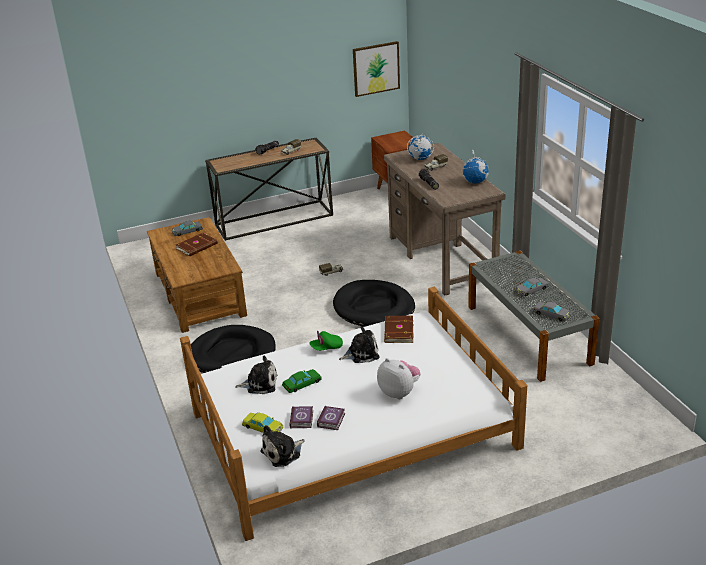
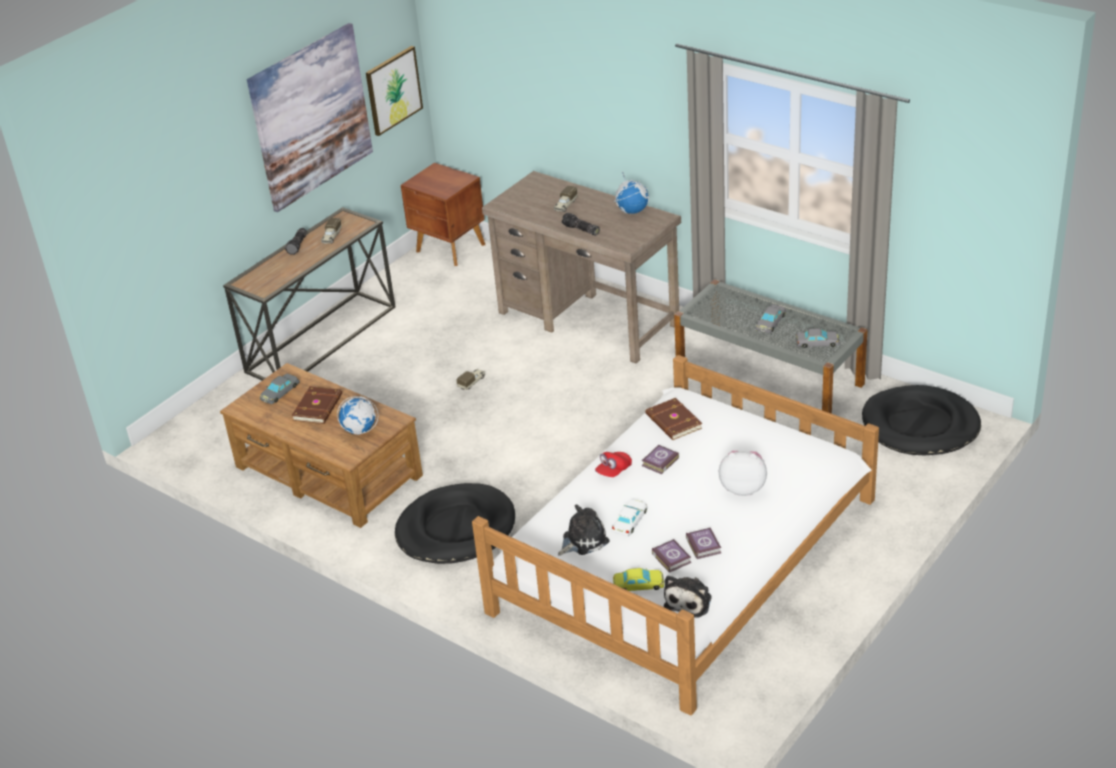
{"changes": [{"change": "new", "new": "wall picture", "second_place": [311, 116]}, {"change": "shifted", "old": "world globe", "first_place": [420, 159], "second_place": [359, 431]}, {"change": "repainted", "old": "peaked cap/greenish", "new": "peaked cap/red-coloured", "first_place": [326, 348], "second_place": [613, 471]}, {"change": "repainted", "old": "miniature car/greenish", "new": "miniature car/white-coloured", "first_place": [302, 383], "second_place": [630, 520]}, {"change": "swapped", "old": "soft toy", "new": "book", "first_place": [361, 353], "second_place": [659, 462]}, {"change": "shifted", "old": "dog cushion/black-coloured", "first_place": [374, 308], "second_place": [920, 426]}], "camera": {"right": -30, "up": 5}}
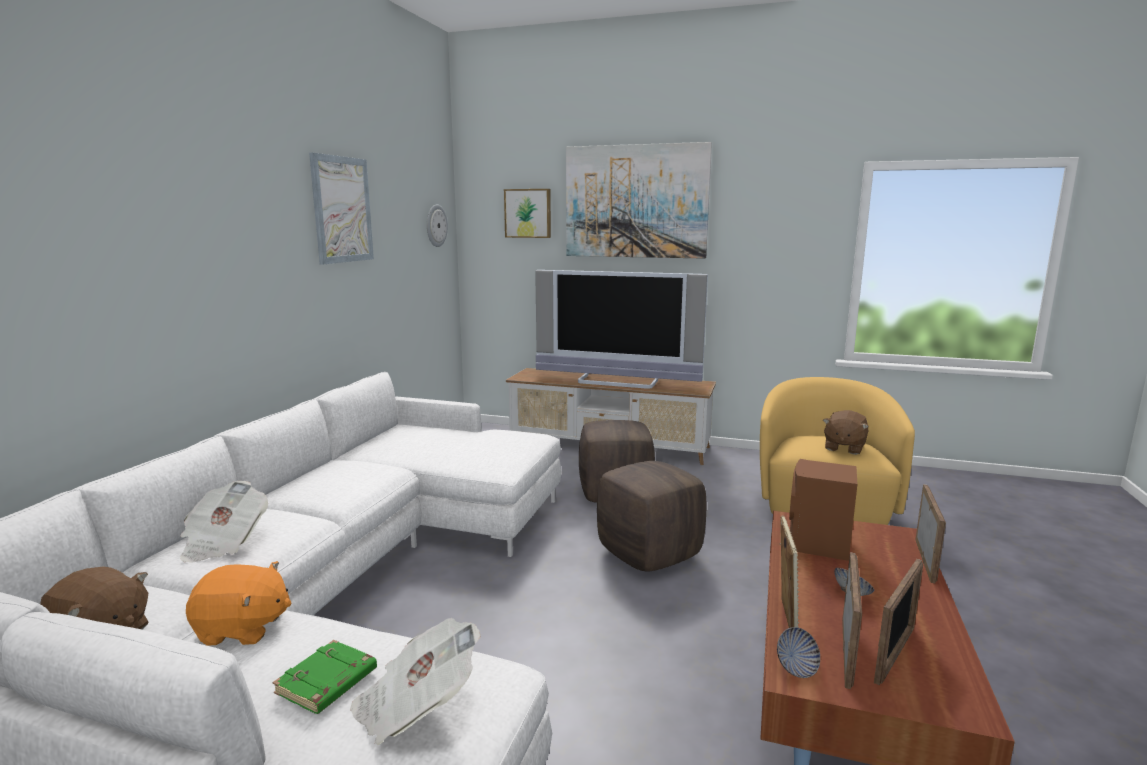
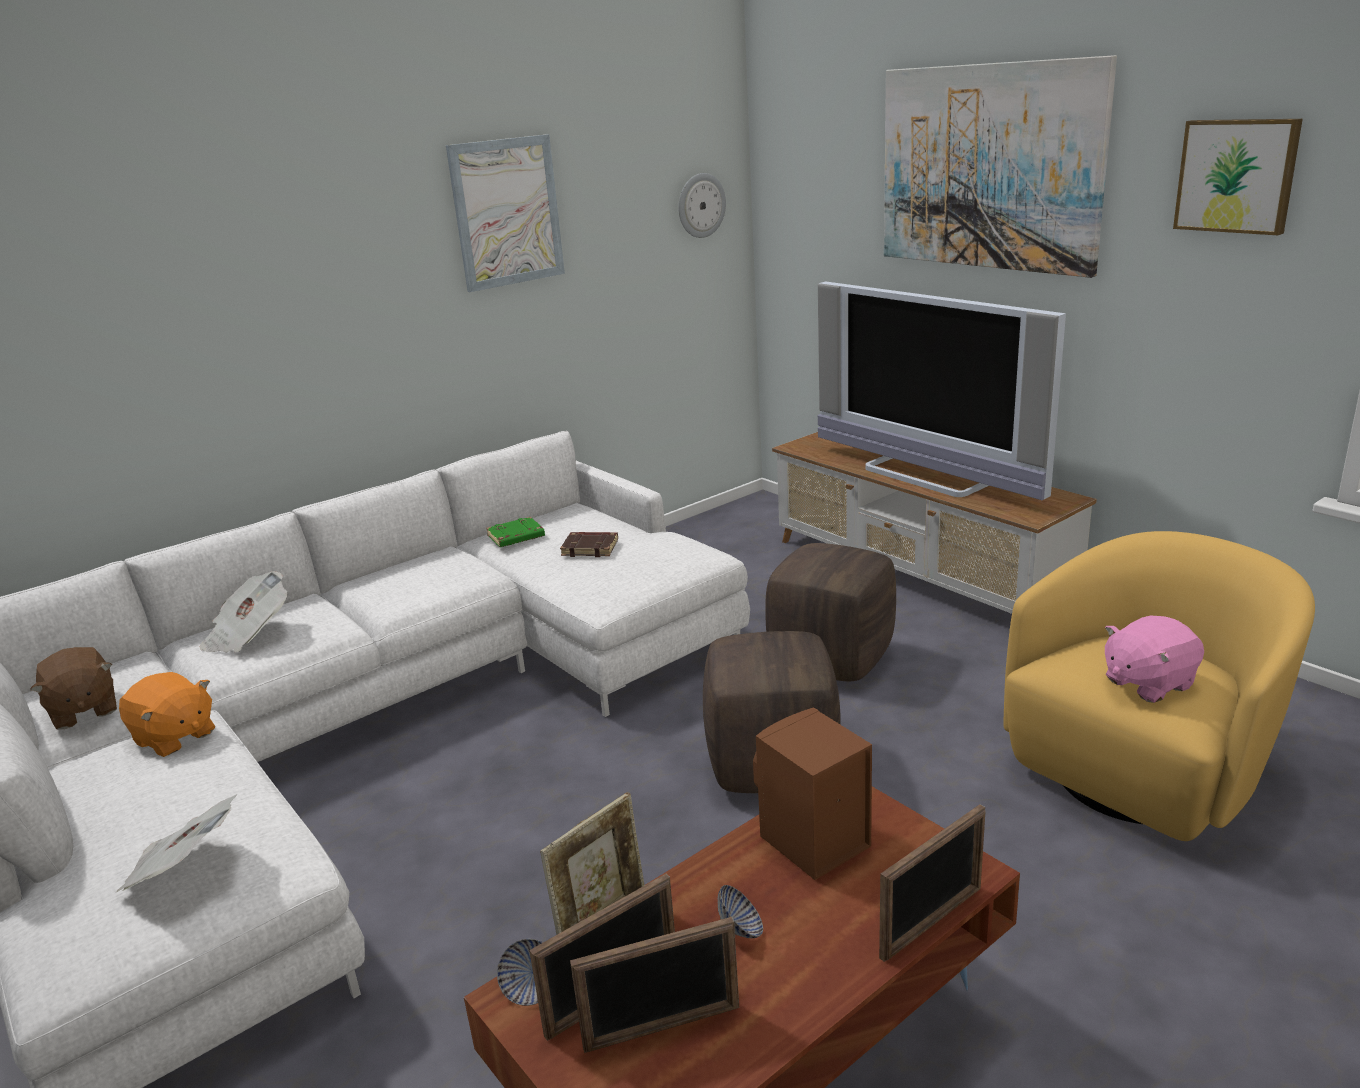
{"changes": [{"change": "shifted", "old": "book/greenish", "first_place": [327, 683], "second_place": [516, 537]}, {"change": "new", "new": "book/brownish", "second_place": [591, 548]}, {"change": "repainted", "old": "soft toy/brownish", "new": "soft toy/pinkish", "first_place": [843, 447], "second_place": [1147, 683]}, {"change": "shifted", "old": "wall picture", "first_place": [528, 213], "second_place": [1237, 175]}], "camera": {"right": 35, "up": 10}}
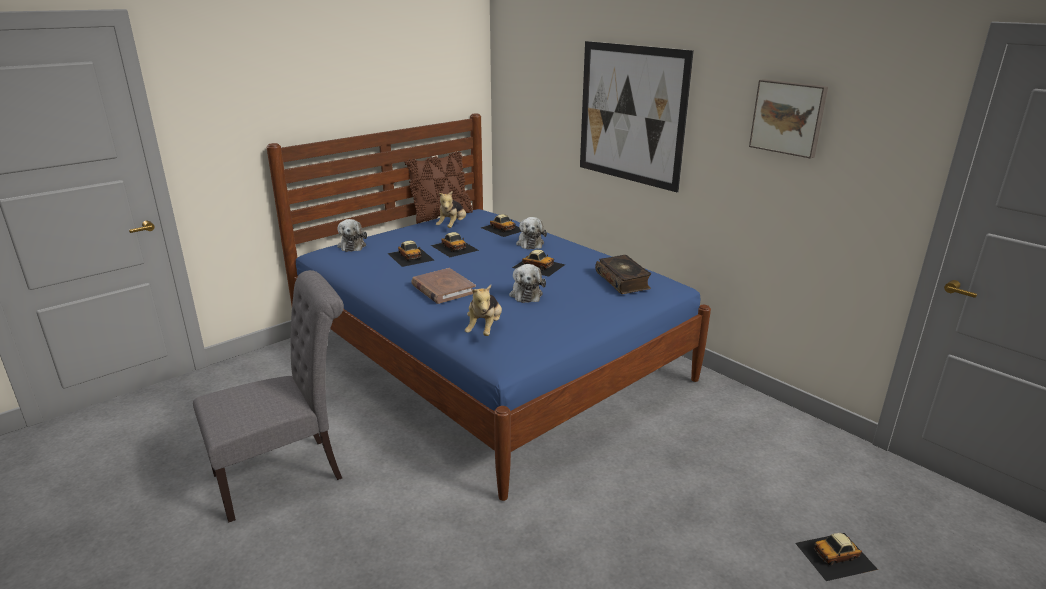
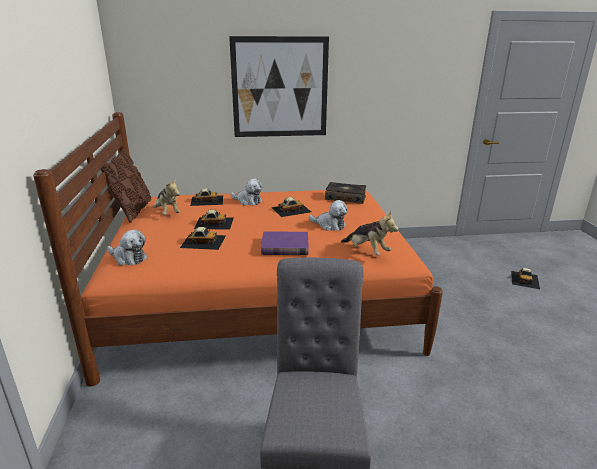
{"changes": [{"change": "repainted", "old": "bed/bluish", "new": "bed/orange", "first_place": [488, 358], "second_place": [260, 300]}, {"change": "repainted", "old": "book/brownish", "new": "book/purple-coloured", "first_place": [443, 289], "second_place": [285, 246]}, {"change": "gone", "old": "wall picture", "first_place": [788, 117]}], "camera": {"right": -55, "up": 0}}
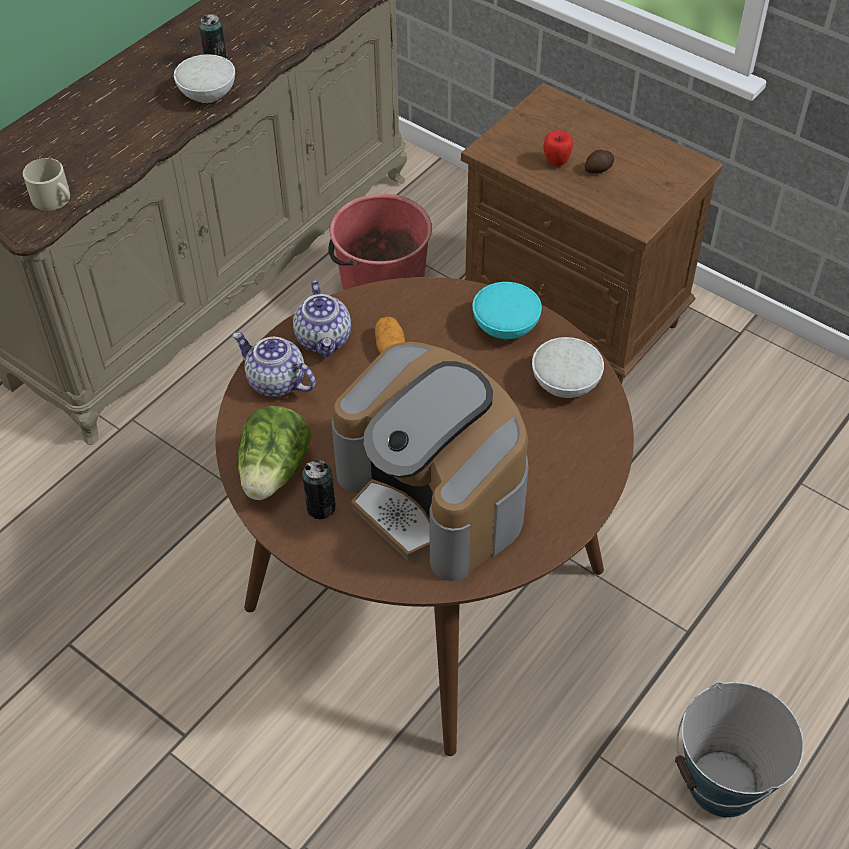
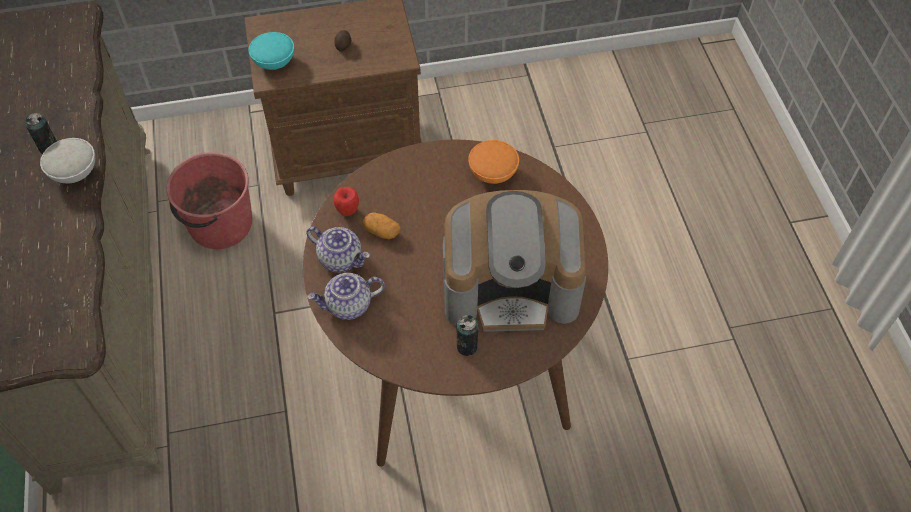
{"changes": [{"change": "shifted", "old": "deep dish/turquoise", "first_place": [505, 326], "second_place": [273, 61]}, {"change": "shifted", "old": "apple", "first_place": [556, 163], "second_place": [348, 212]}, {"change": "repainted", "old": "deep dish/white-coloured", "new": "deep dish/orange", "first_place": [564, 383], "second_place": [492, 173]}, {"change": "gone", "old": "mug/beige", "first_place": [54, 199]}, {"change": "gone", "old": "lettuce head", "first_place": [274, 472]}, {"change": "gone", "old": "water bucket", "first_place": [723, 784]}], "camera": {"right": -50, "up": 5}}
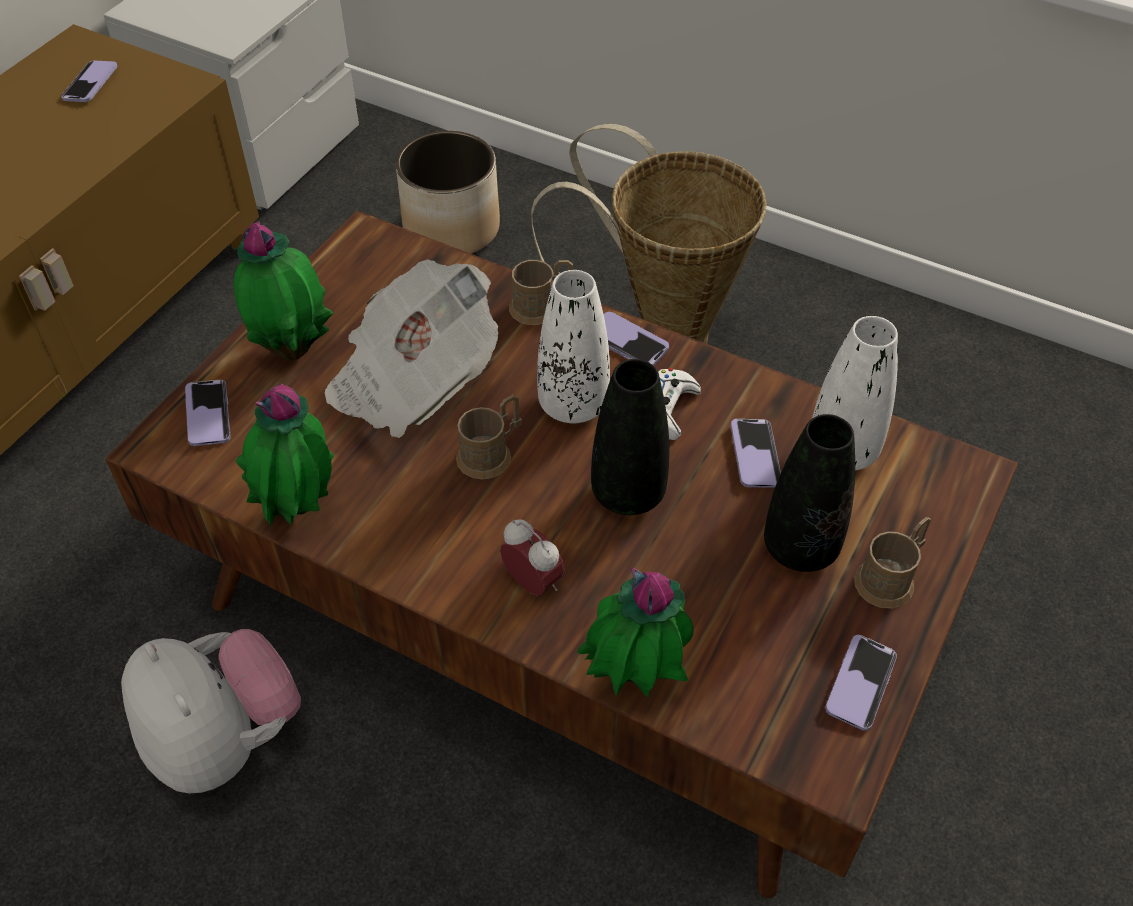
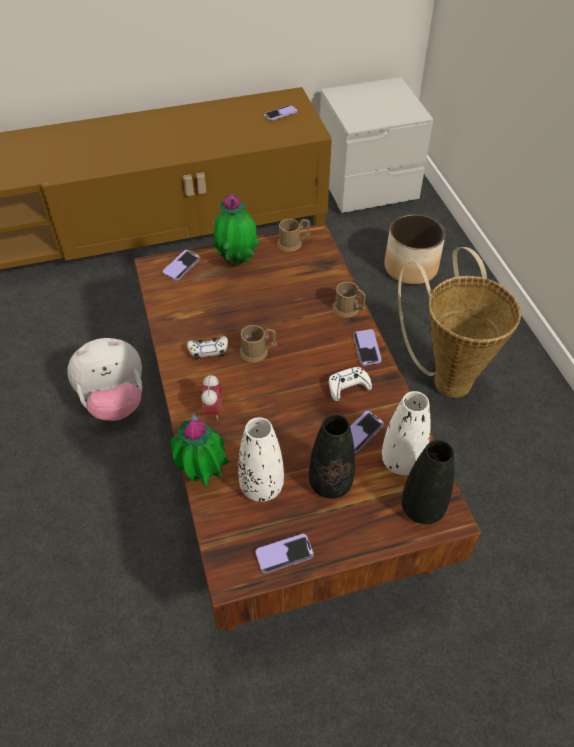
{"changes": [{"change": "rotated", "old": "soft toy", "first_place": [225, 740], "second_place": [115, 401], "degrees": 60}, {"change": "new", "new": "gamepad/white-coloured", "second_place": [208, 350]}, {"change": "shifted", "old": "flower vase/white-coloured", "first_place": [573, 405], "second_place": [261, 486]}, {"change": "shifted", "old": "mug/brownish", "first_place": [890, 578], "second_place": [293, 243]}, {"change": "shifted", "old": "flower vase/black-coloured", "first_place": [628, 493], "second_place": [422, 508]}, {"change": "gone", "old": "potted plant", "first_place": [300, 511]}, {"change": "gone", "old": "daily paper", "first_place": [413, 380]}], "camera": {"right": 45, "up": 0}}
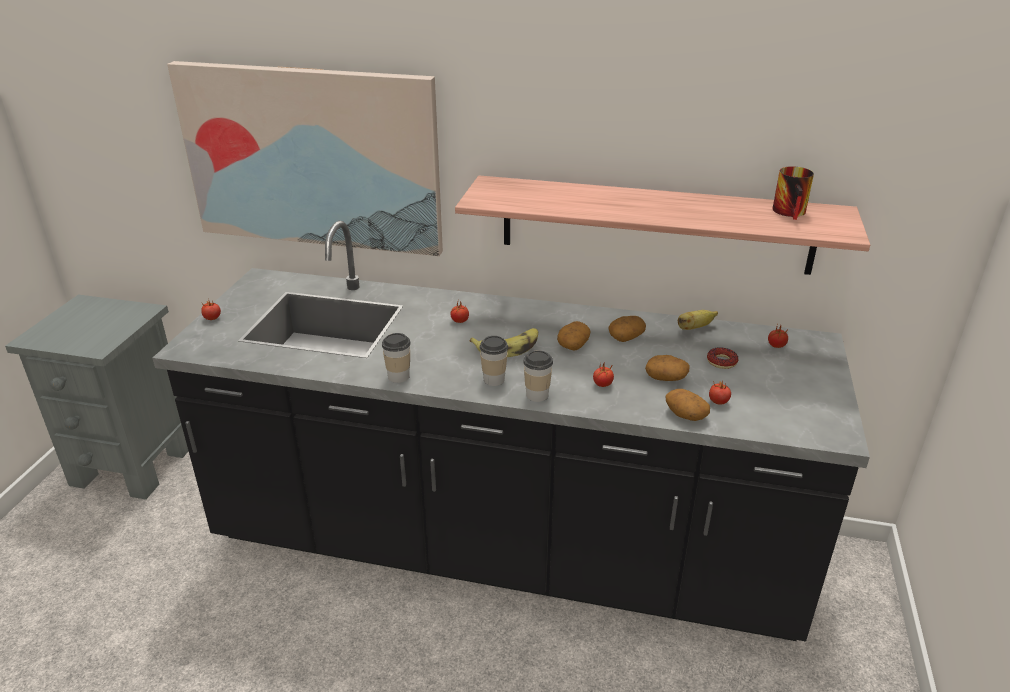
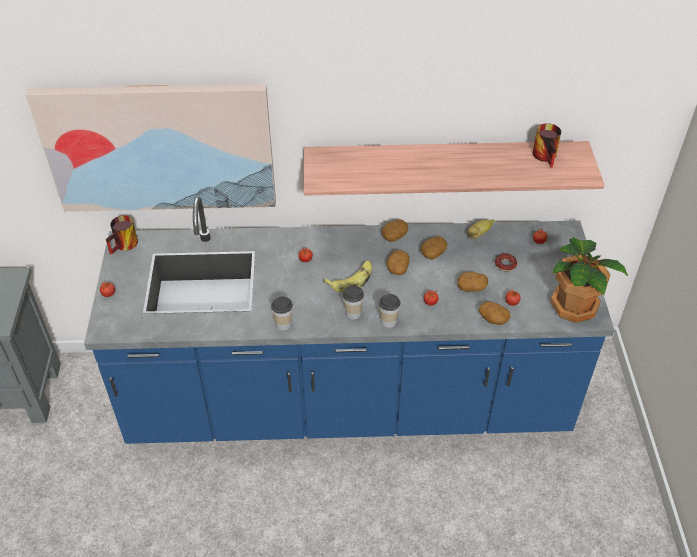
{"changes": [{"change": "repainted", "old": "kitchen counter/black-coloured", "new": "kitchen counter/bluish", "first_place": [505, 547], "second_place": [348, 401]}, {"change": "new", "new": "mug", "second_place": [125, 246]}, {"change": "new", "new": "whole potato", "second_place": [394, 235]}, {"change": "new", "new": "potted plant", "second_place": [574, 306]}], "camera": {"right": -15, "up": 15}}
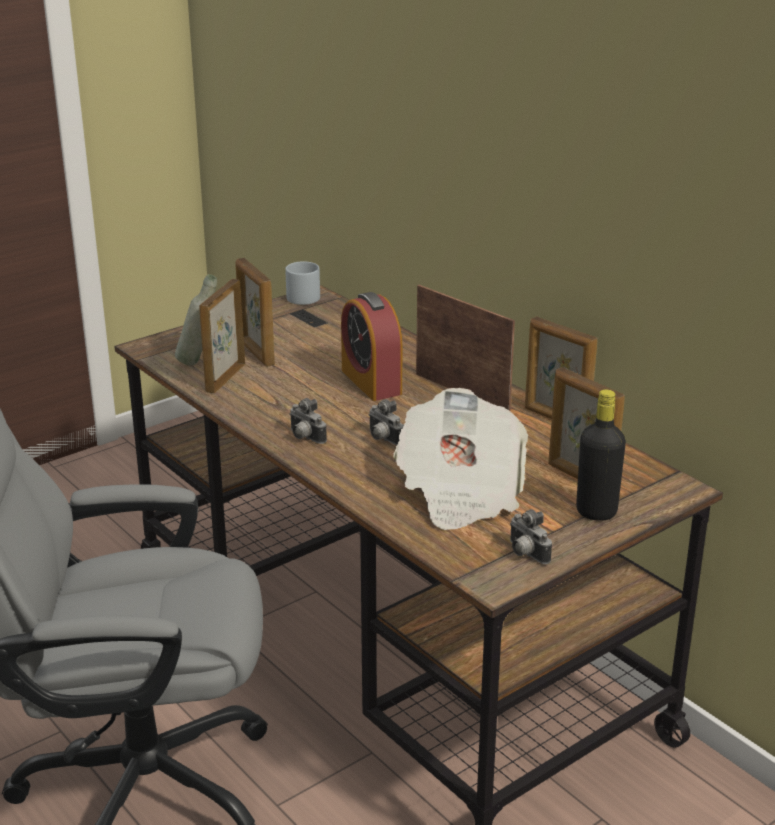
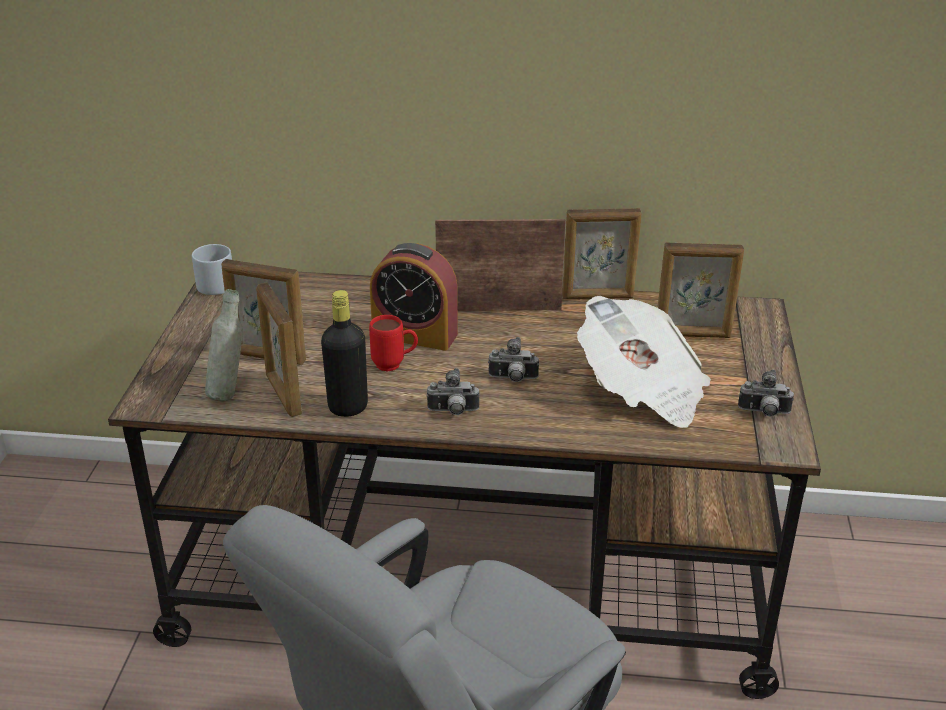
{"changes": [{"change": "shifted", "old": "bottle/black-coloured", "first_place": [596, 512], "second_place": [348, 407]}, {"change": "new", "new": "mug/red-coloured", "second_place": [395, 365]}], "camera": {"right": -45, "up": 5}}
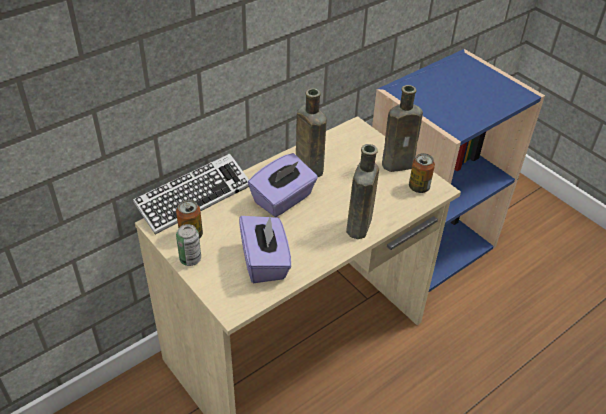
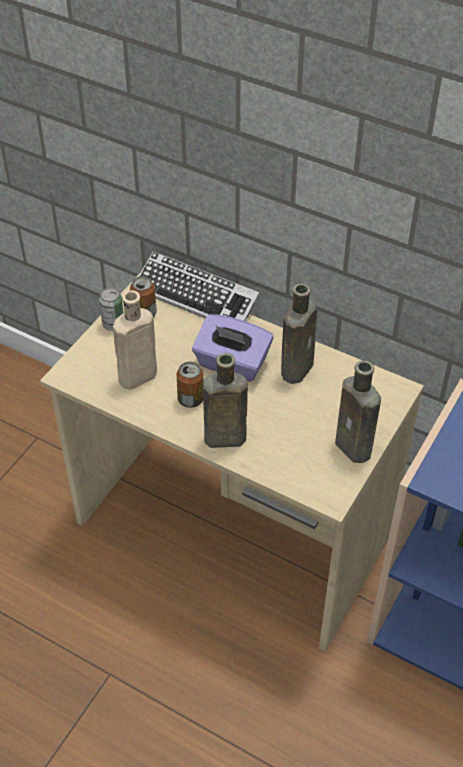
{"changes": [{"change": "swapped", "old": "tissue box/purple-coloured", "new": "bottle/beige", "first_place": [265, 262], "second_place": [135, 378]}, {"change": "shifted", "old": "sealed can", "first_place": [419, 187], "second_place": [190, 399]}], "camera": {"right": 70, "up": 5}}
